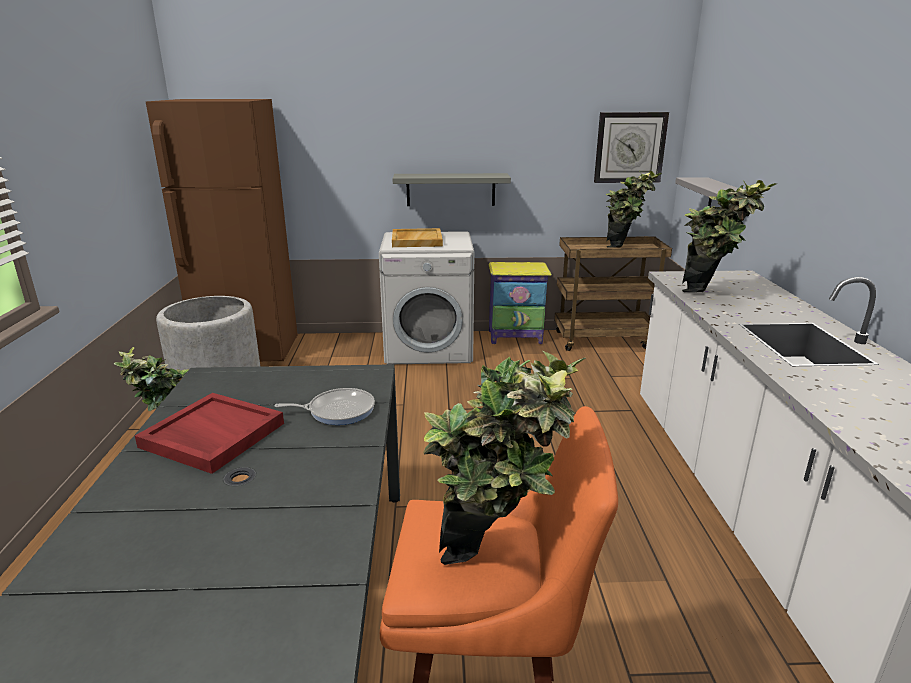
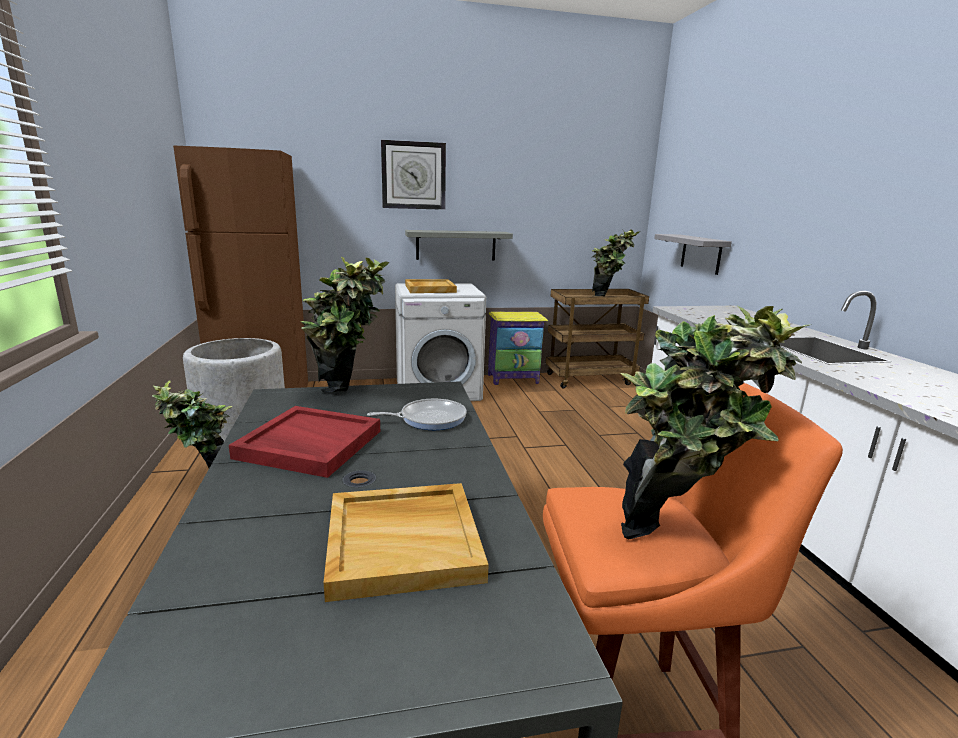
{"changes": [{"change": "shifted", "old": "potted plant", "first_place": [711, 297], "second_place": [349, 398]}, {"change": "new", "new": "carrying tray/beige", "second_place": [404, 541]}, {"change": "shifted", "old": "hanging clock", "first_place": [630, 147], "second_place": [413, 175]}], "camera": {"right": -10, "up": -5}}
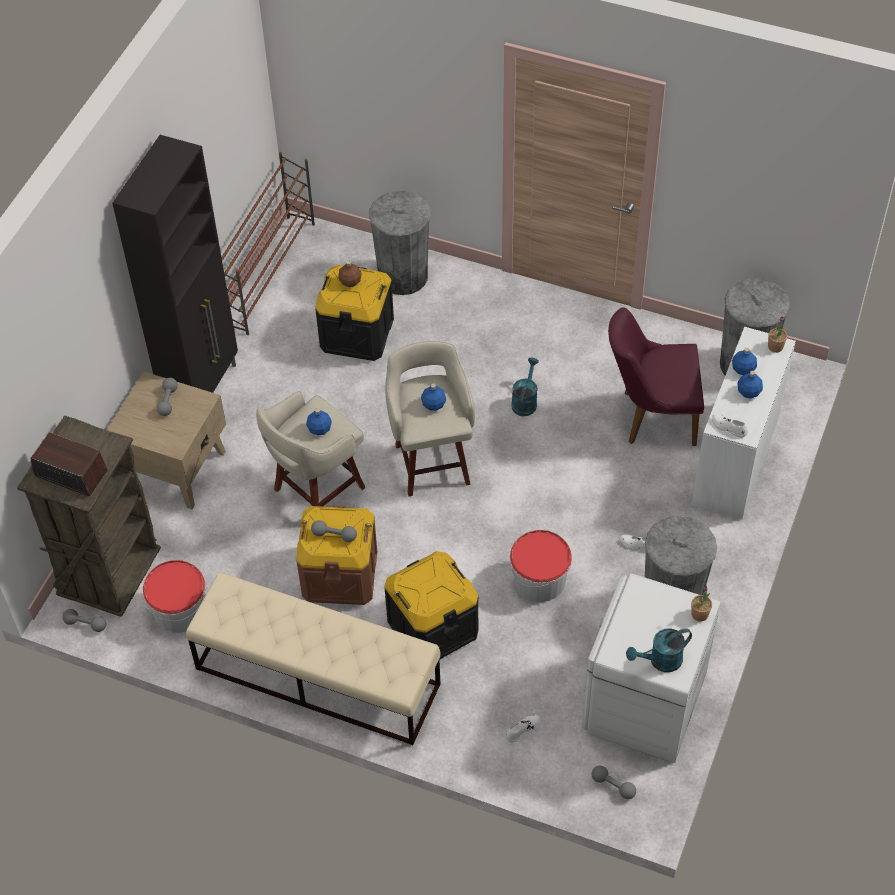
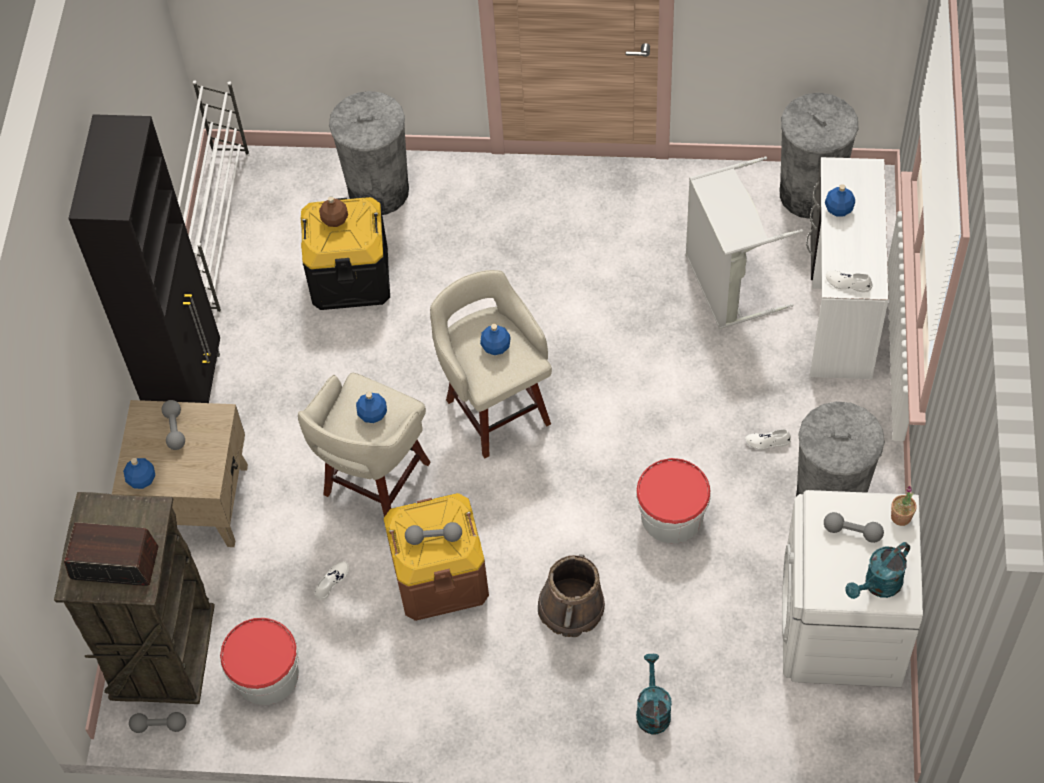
{"changes": [{"change": "shifted", "old": "bottle/bluish", "first_place": [748, 392], "second_place": [142, 479]}, {"change": "repainted", "old": "shoe shelf/brownish", "new": "shoe shelf/white-coloured", "first_place": [269, 273], "second_place": [217, 229]}, {"change": "shifted", "old": "low shoe/white-coloured", "first_place": [522, 729], "second_place": [331, 581]}, {"change": "swapped", "old": "storage bin/black-coloured", "new": "water bucket/brownish", "first_place": [433, 627], "second_place": [571, 608]}, {"change": "shifted", "old": "watering pot/turquoise", "first_place": [525, 401], "second_place": [652, 709]}, {"change": "swapped", "old": "plain chair/purple-coloured", "new": "laundry basket/greyish", "first_place": [651, 416], "second_place": [726, 284]}, {"change": "shifted", "old": "free weight/greyish", "first_place": [613, 786], "second_place": [852, 532]}, {"change": "gone", "old": "bench/beige", "first_place": [316, 676]}, {"change": "gone", "old": "potted plant", "first_place": [775, 347]}], "camera": {"right": -15, "up": 5}}
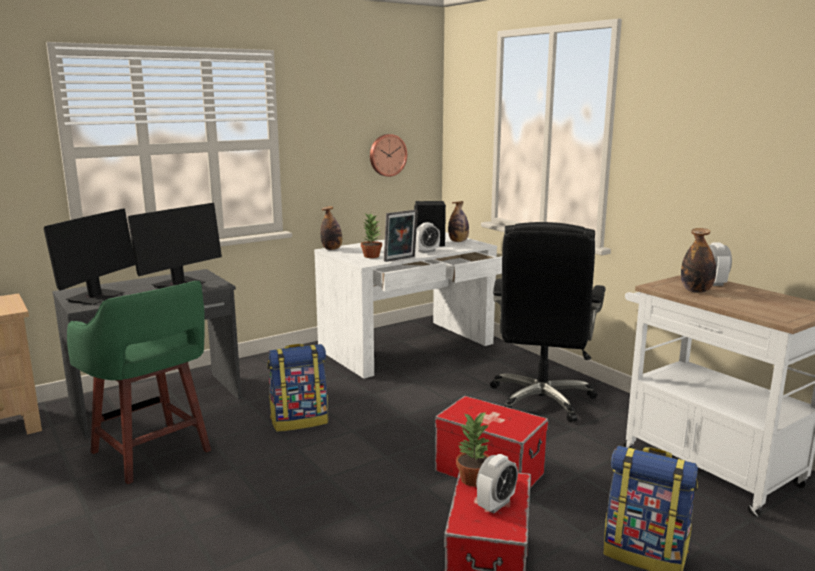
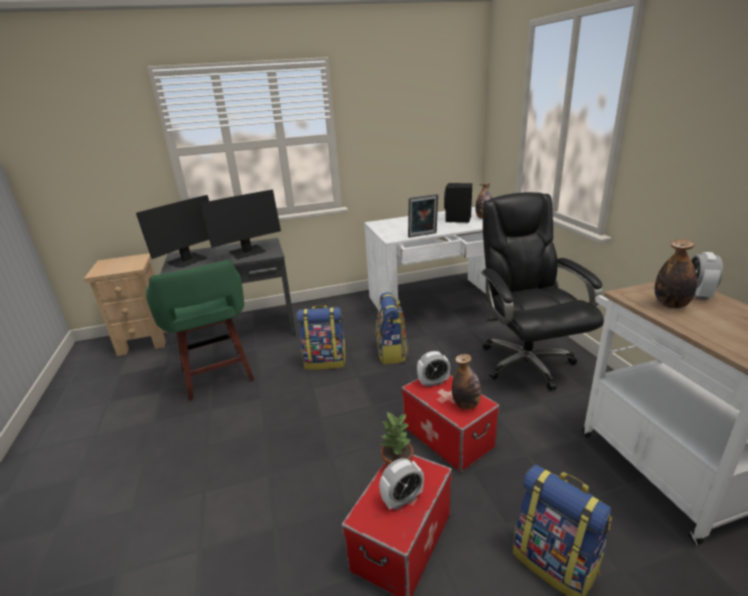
{"changes": [{"change": "new", "new": "knapsack", "second_place": [392, 353]}, {"change": "shifted", "old": "bedside clock", "first_place": [426, 251], "second_place": [433, 382]}, {"change": "shifted", "old": "bottle", "first_place": [332, 249], "second_place": [466, 405]}, {"change": "rotated", "old": "computer chair/black-coloured", "first_place": [541, 397], "second_place": [527, 364], "degrees": 135}, {"change": "gone", "old": "potted plant", "first_place": [371, 256]}, {"change": "gone", "old": "hanging clock", "first_place": [387, 155]}], "camera": {"right": 20, "up": 10}}
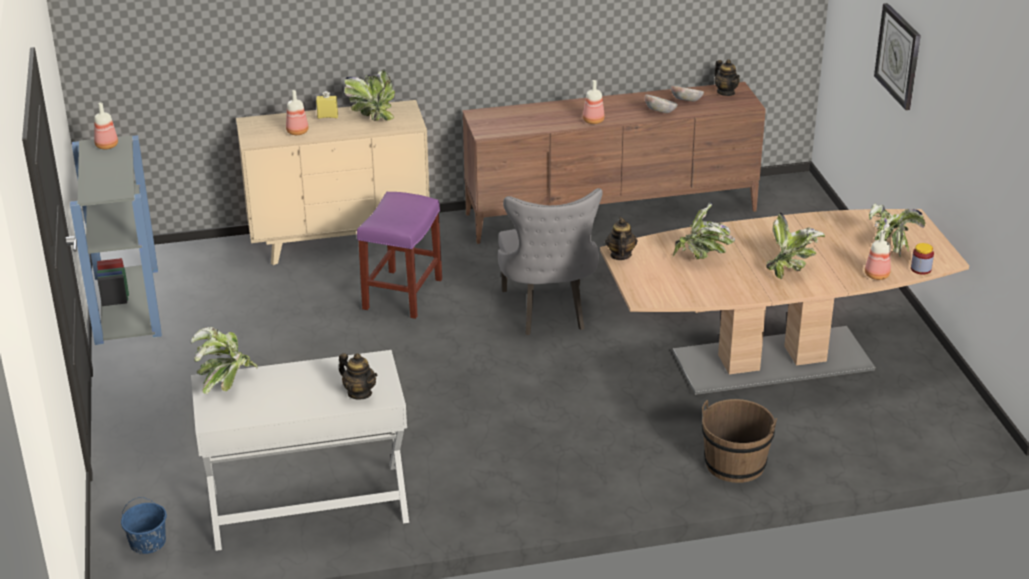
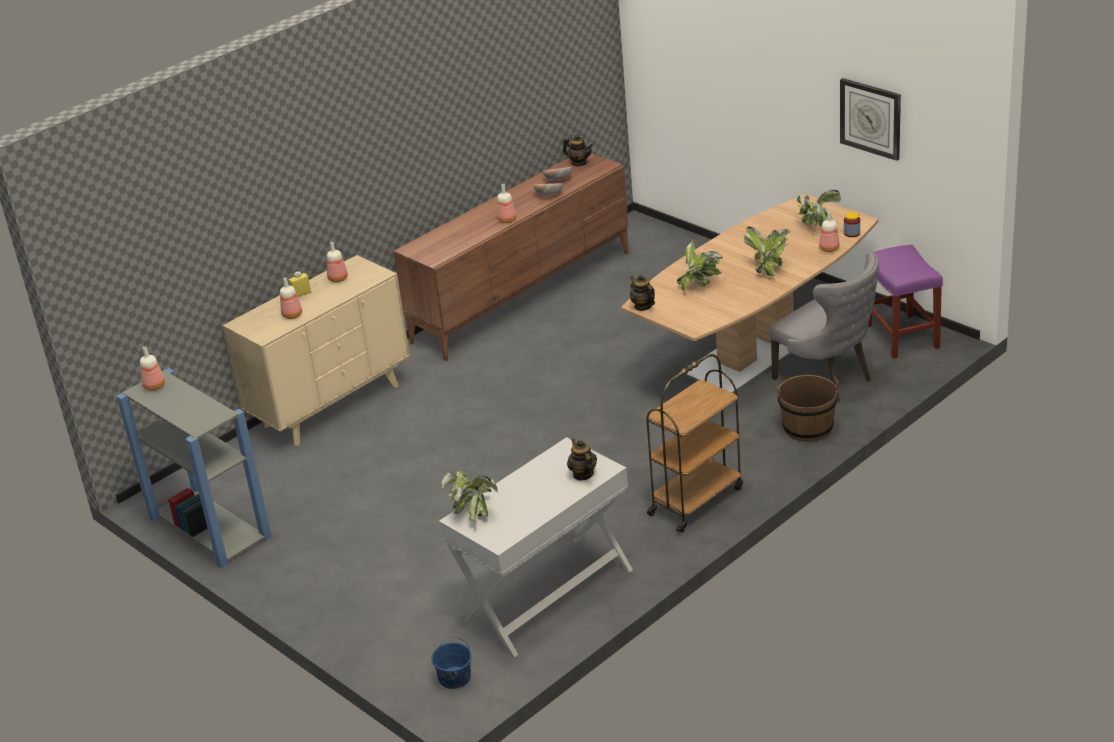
{"changes": [{"change": "swapped", "old": "potted plant", "new": "bottle", "first_place": [372, 115], "second_place": [337, 279]}, {"change": "rotated", "old": "pot for tea", "first_place": [359, 393], "second_place": [583, 474], "degrees": -120}, {"change": "new", "new": "wheeled cart/brownish", "second_place": [697, 501]}, {"change": "shifted", "old": "plain chair/greyish", "first_place": [548, 311], "second_place": [827, 378]}, {"change": "shifted", "old": "hanging clock", "first_place": [898, 56], "second_place": [871, 118]}, {"change": "shifted", "old": "stool seat/purple-coloured", "first_place": [402, 295], "second_place": [903, 337]}], "camera": {"right": -30, "up": 0}}
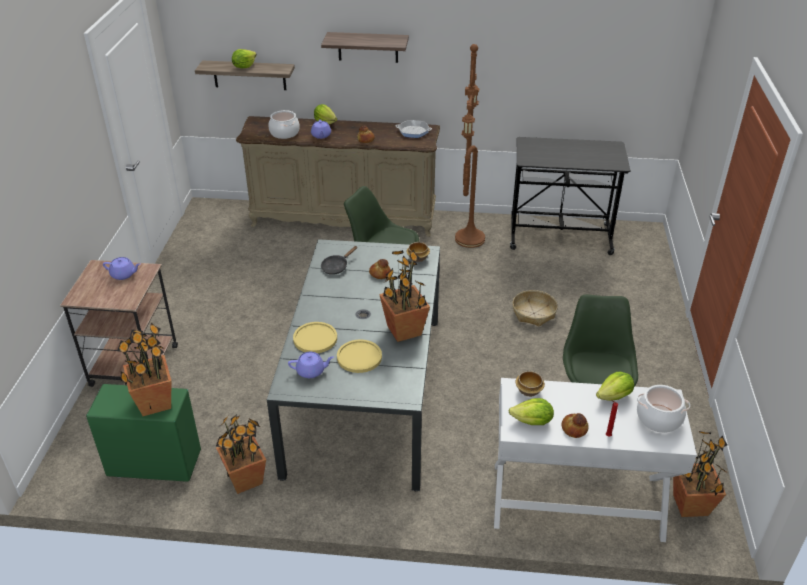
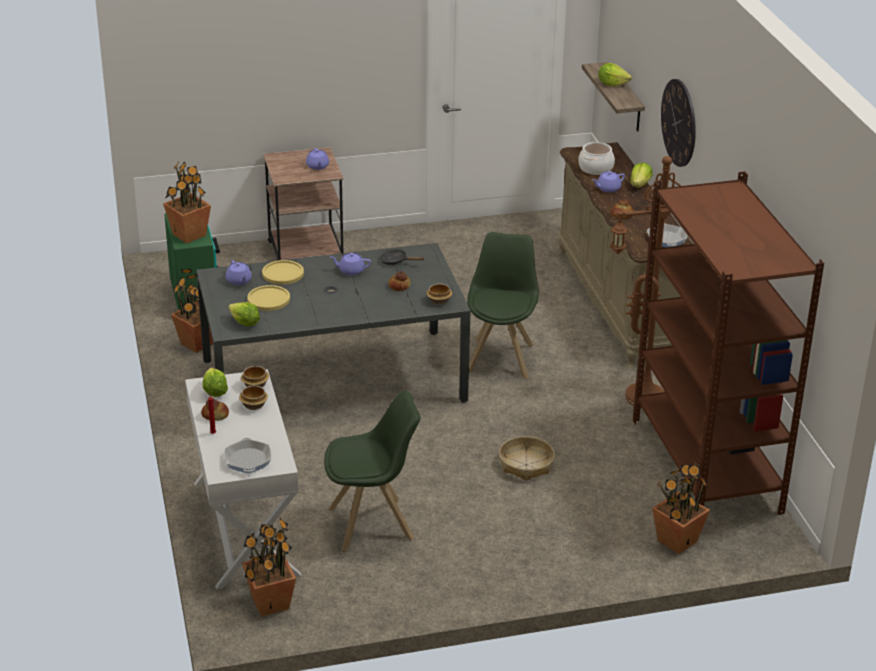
{"changes": [{"change": "swapped", "old": "cooking pot", "new": "skillet", "first_place": [658, 419], "second_place": [248, 460]}, {"change": "shifted", "old": "lettuce head", "first_place": [614, 396], "second_place": [245, 323]}, {"change": "new", "new": "deep dish", "second_place": [253, 405]}, {"change": "new", "new": "pot for tea/purple-coloured", "second_place": [351, 271]}, {"change": "swapped", "old": "desk unit/black-coloured", "new": "shelving unit/brownish", "first_place": [560, 236], "second_place": [705, 465]}, {"change": "shifted", "old": "potted plant", "first_place": [403, 331], "second_place": [676, 541]}, {"change": "swapped", "old": "wall shelf", "new": "hanging clock", "first_place": [368, 47], "second_place": [679, 122]}], "camera": {"right": 70, "up": -5}}
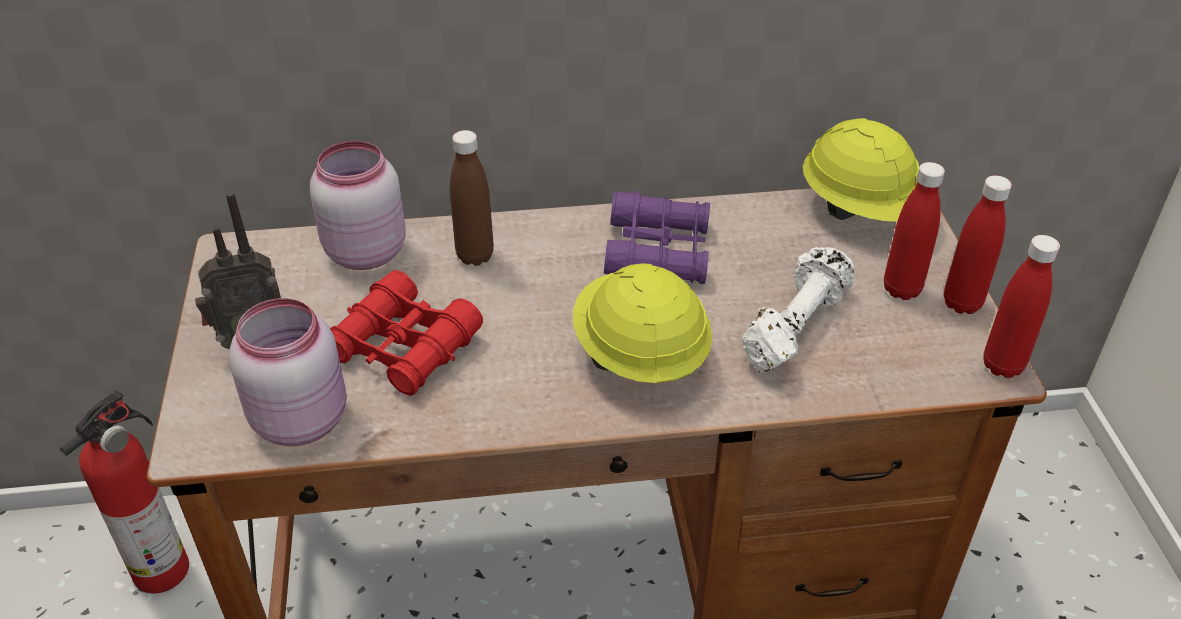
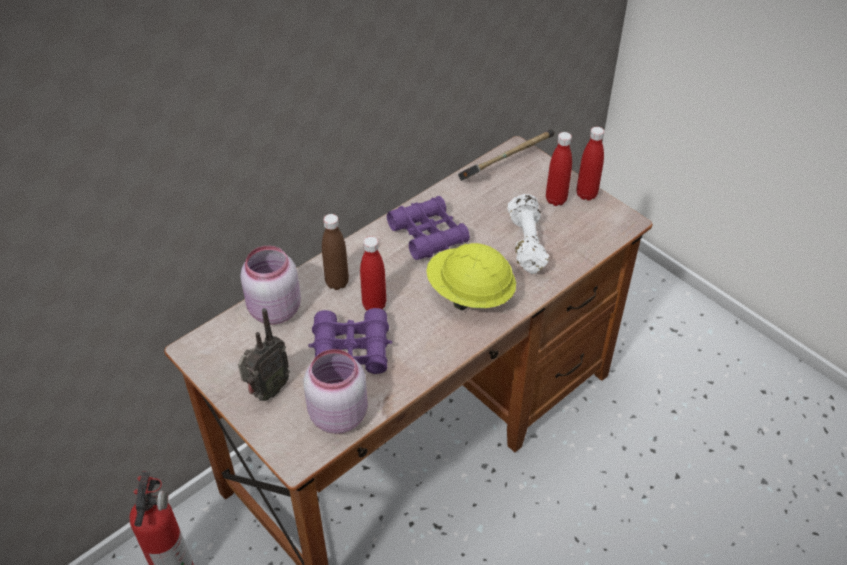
{"changes": [{"change": "repainted", "old": "field glasses/red-coloured", "new": "field glasses/purple-coloured", "first_place": [404, 347], "second_place": [351, 350]}, {"change": "shifted", "old": "bottle/red-coloured", "first_place": [1002, 366], "second_place": [374, 305]}, {"change": "swapped", "old": "hard hat/yellow", "new": "tool hammer", "first_place": [864, 211], "second_place": [505, 165]}], "camera": {"right": -35, "up": 5}}
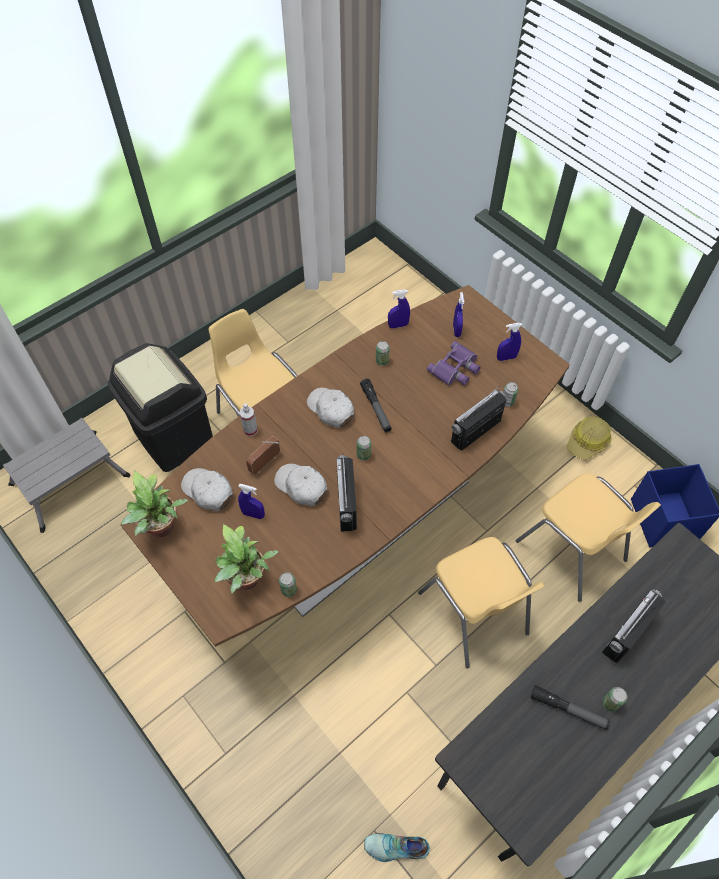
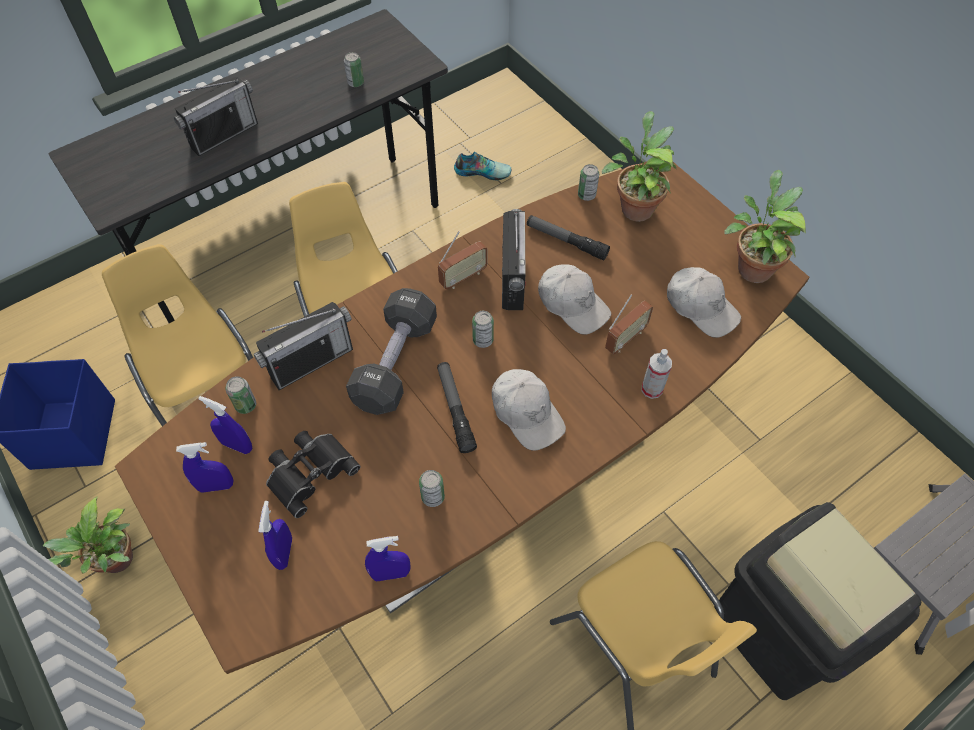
{"changes": [{"change": "swapped", "old": "hard hat", "new": "potted plant", "first_place": [588, 442], "second_place": [115, 563]}, {"change": "shifted", "old": "hand sprayer/bluish", "first_place": [253, 514], "second_place": [237, 445]}, {"change": "repainted", "old": "field glasses/purple-coloured", "new": "field glasses/black-coloured", "first_place": [456, 369], "second_place": [309, 471]}, {"change": "shifted", "old": "sealed can", "first_place": [610, 703], "second_place": [356, 83]}, {"change": "new", "new": "free weight/black-coloured", "second_place": [395, 363]}, {"change": "new", "new": "radio set", "second_place": [463, 277]}, {"change": "shifted", "old": "flashlight", "first_place": [568, 709], "second_place": [566, 241]}], "camera": {"right": -175, "up": 0}}
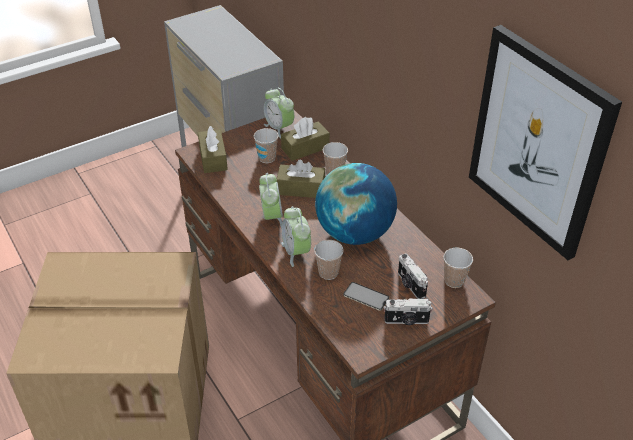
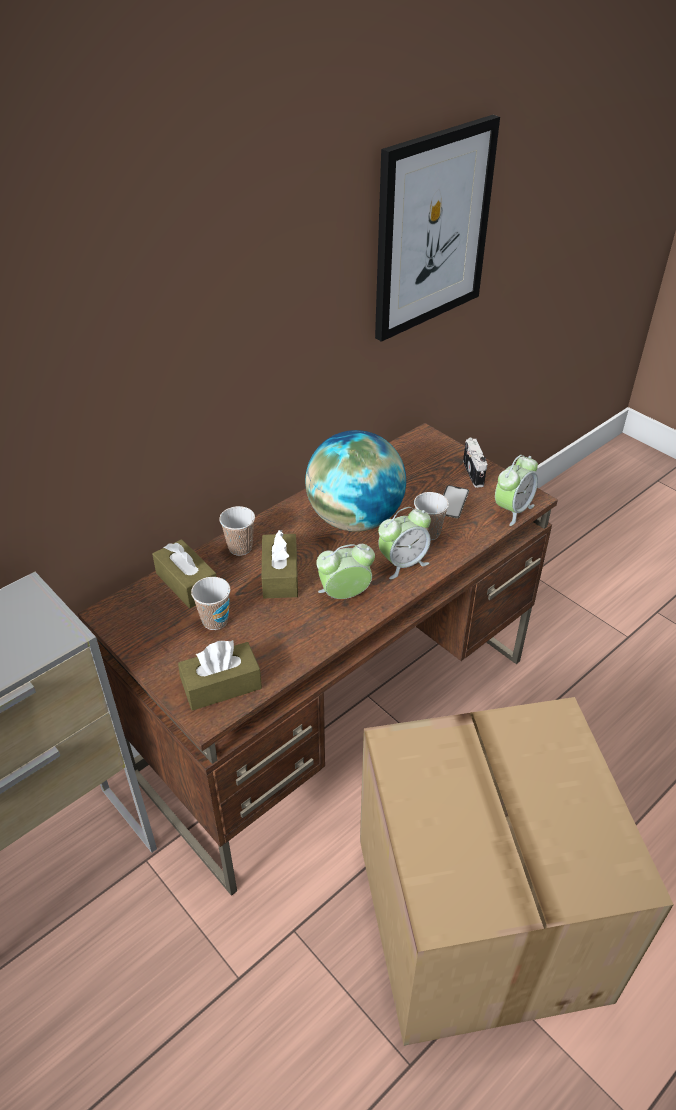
{"changes": [{"change": "shifted", "old": "bedside clock", "first_place": [279, 128], "second_place": [512, 510]}, {"change": "gone", "old": "still camera", "first_place": [410, 285]}, {"change": "gone", "old": "cup", "first_place": [454, 281]}], "camera": {"right": -100, "up": 0}}
